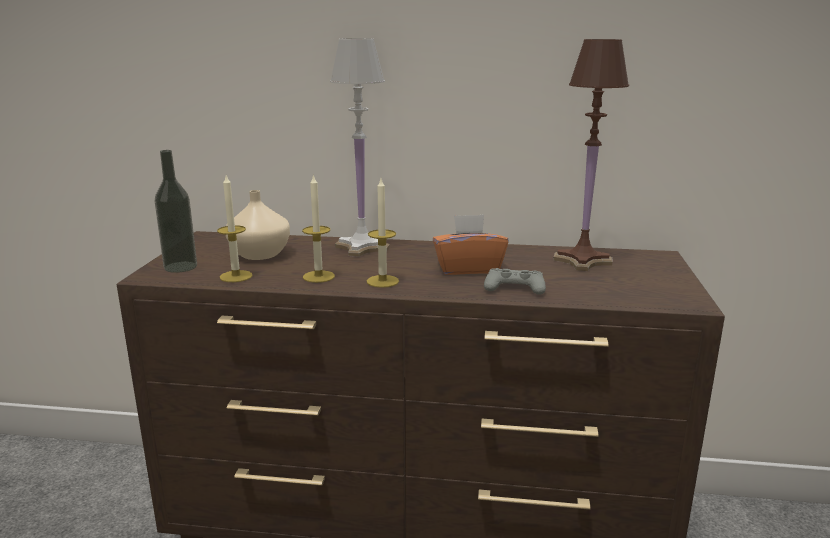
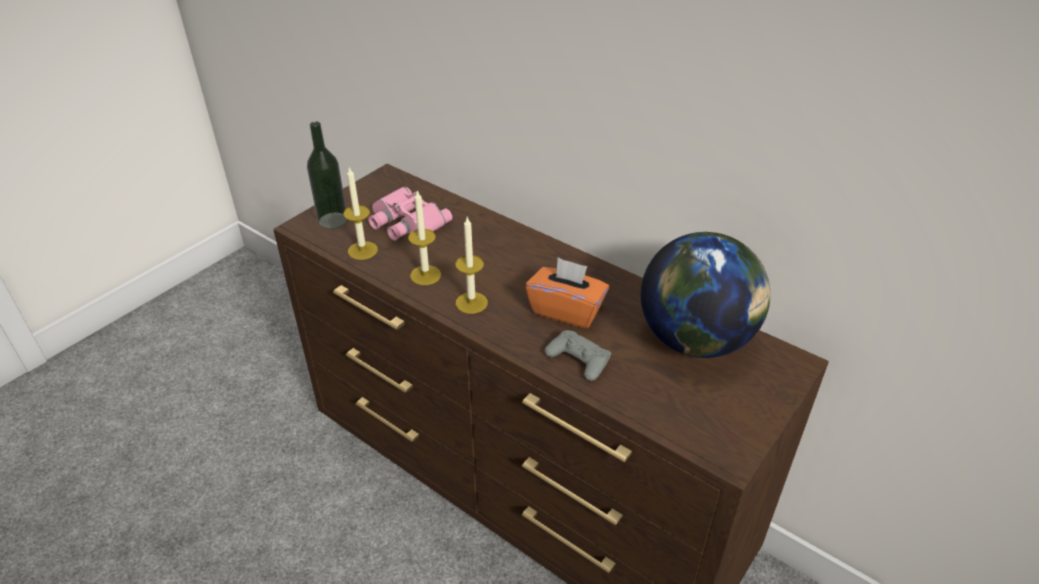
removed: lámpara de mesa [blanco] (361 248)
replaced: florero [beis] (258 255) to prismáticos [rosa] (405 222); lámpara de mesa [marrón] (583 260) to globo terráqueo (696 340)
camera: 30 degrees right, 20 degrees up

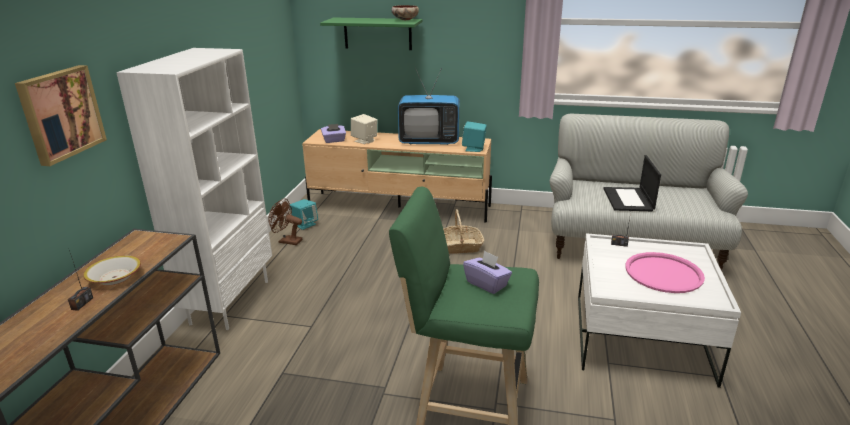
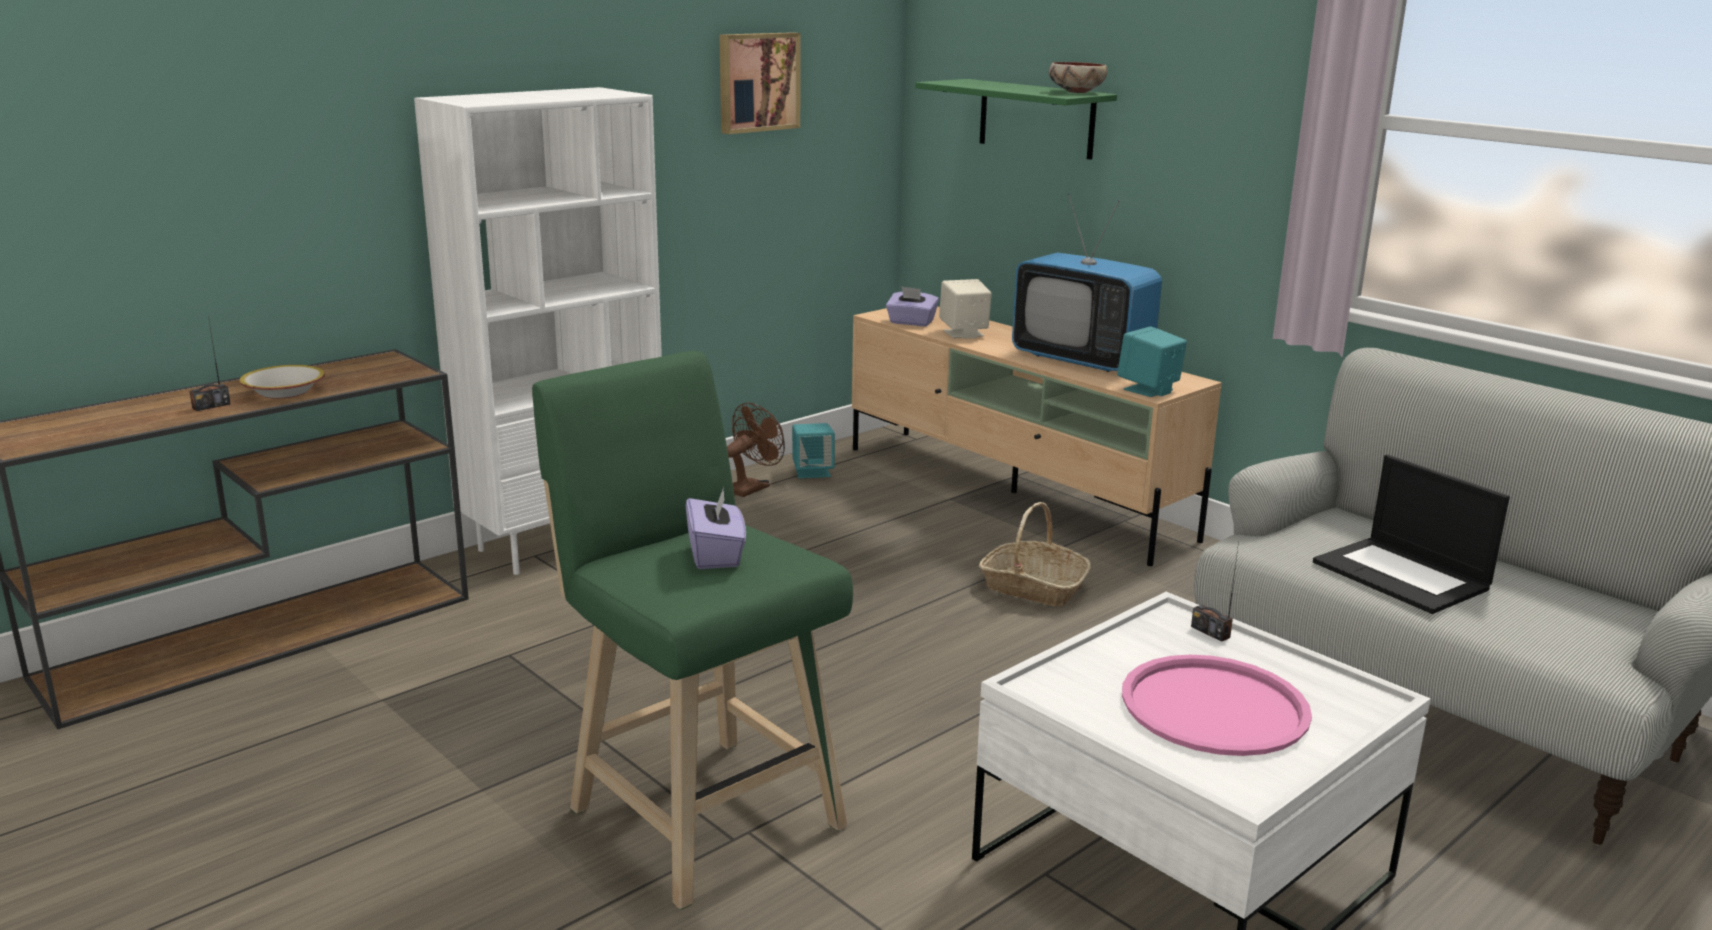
moved: cuadro (60 113) to (757 82)
turned: ventilador [marrón] (287 241) = (752 487) 75 degrees clockwise; portátil (629 200) = (1403 576) 75 degrees counterclockwise
camera: 35 degrees right, 5 degrees down

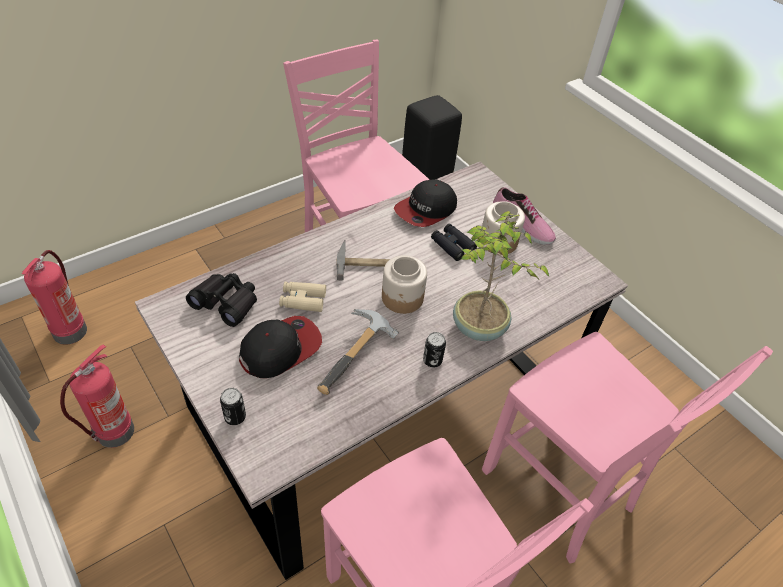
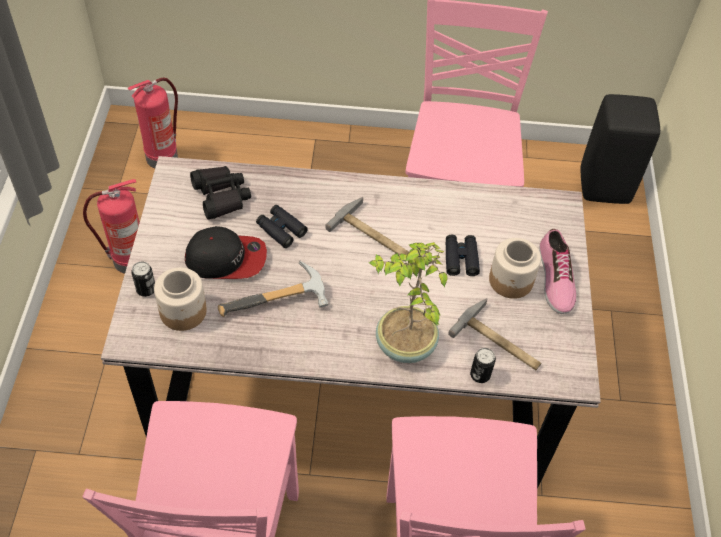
removed: gorra (426 210)
added: martillo (500 341)
moved: tarro (402 298) to (183 312); lata (432 360) to (480 375)
recoloured: prismáticos [beis] (303 300) to prismáticos [negro] (281 229)
camera: 40 degrees right, 5 degrees up

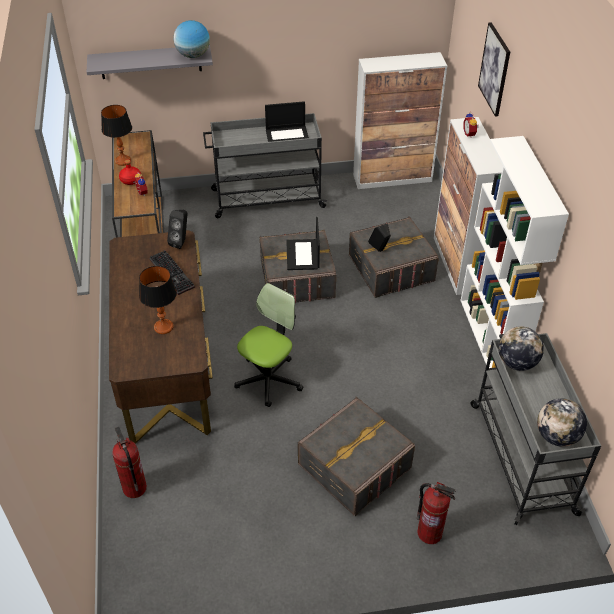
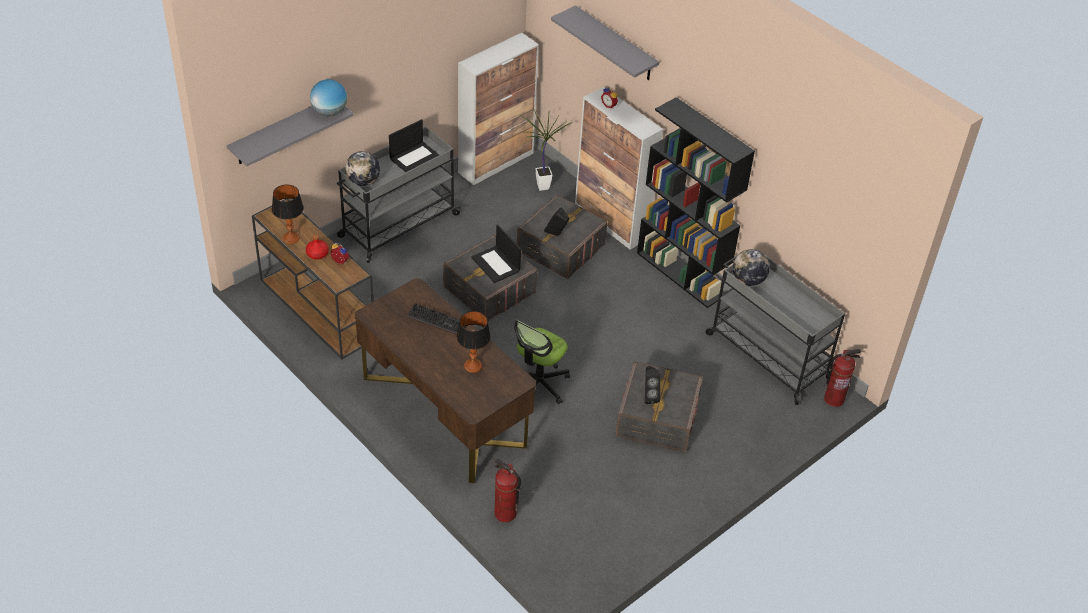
added: planta en maceta (542 189)
moved: altavoz [negro] (181 242) to (649 396); extintor (429 533) to (834 399); globo terráqueo (557 436) to (363 181)
replaced: cuadro (495 69) to estante [gris] (615 44)
recoloured: estantería [blanco] (491 337) to estantería [negro] (682 274)
turned: silla de oficina (268 380) = (538 384) 150 degrees counterclockwise
camera: 35 degrees left, 0 degrees up

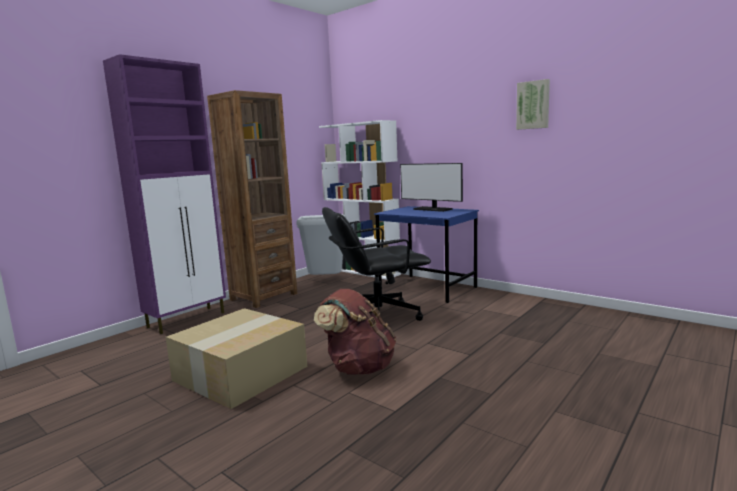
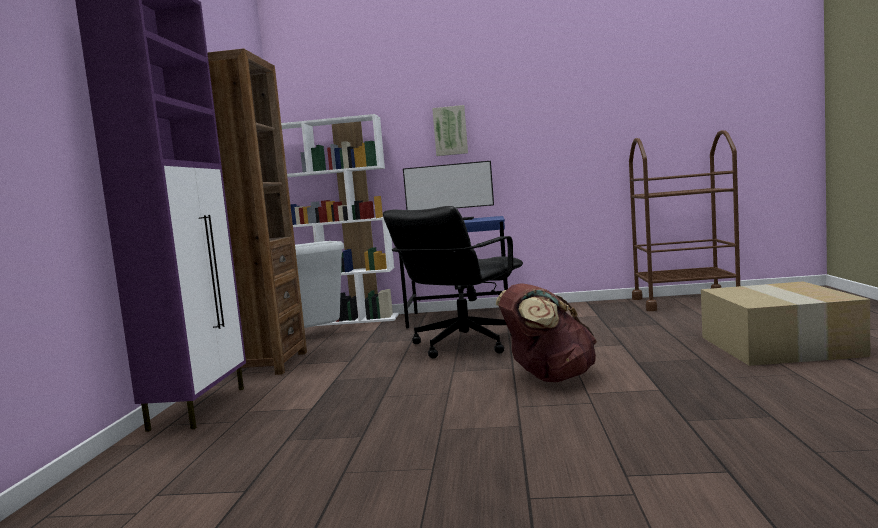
added: carrito [marrón] (685 302)
moved: caja de cartón (240 374) to (781 346); cuadro (533 105) to (450 131)
camera: 35 degrees left, 5 degrees down

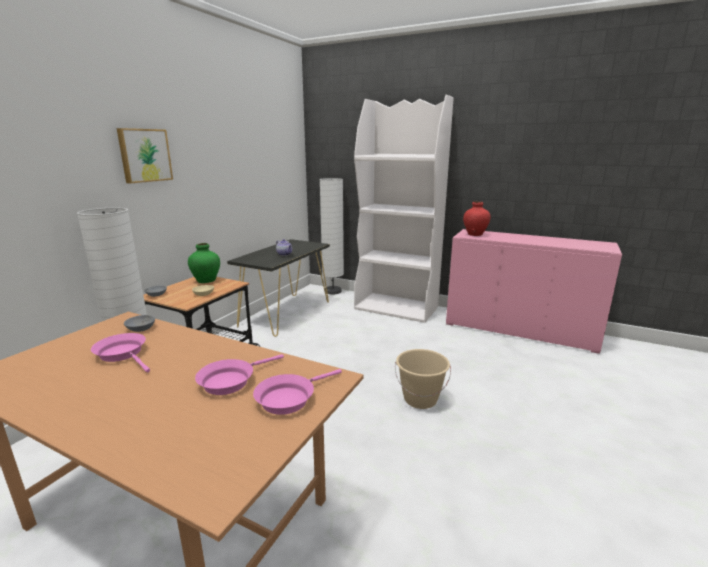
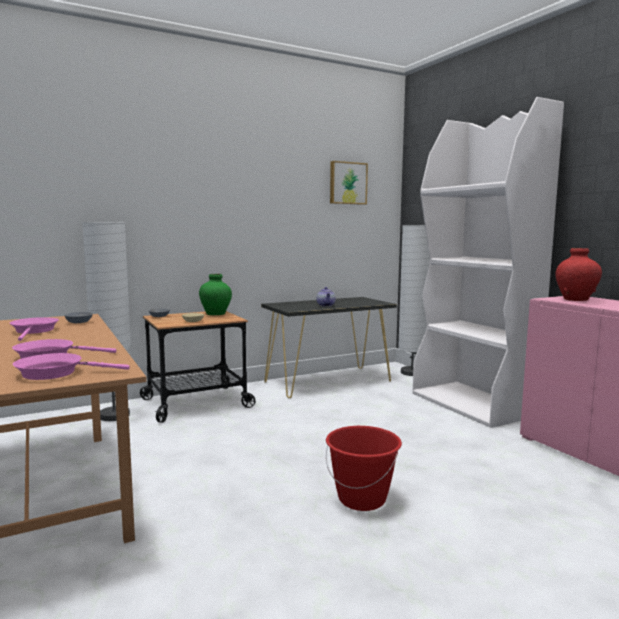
moved: cuadro (144 155) to (347 183)
recoloured: cubo [beis] (420 399) to cubo [rojo] (362 499)
camera: 35 degrees right, 10 degrees down

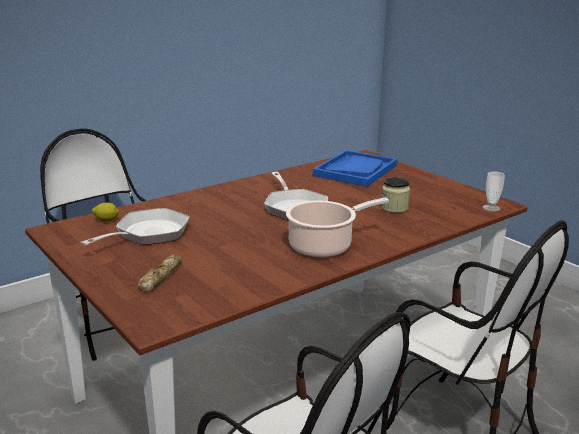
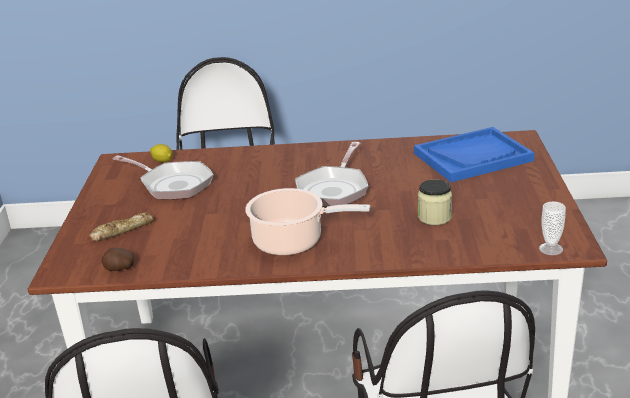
added: patata (119 269)
turned: sartén (148 234) = (172 184) 45 degrees clockwise
camera: 40 degrees right, 5 degrees up

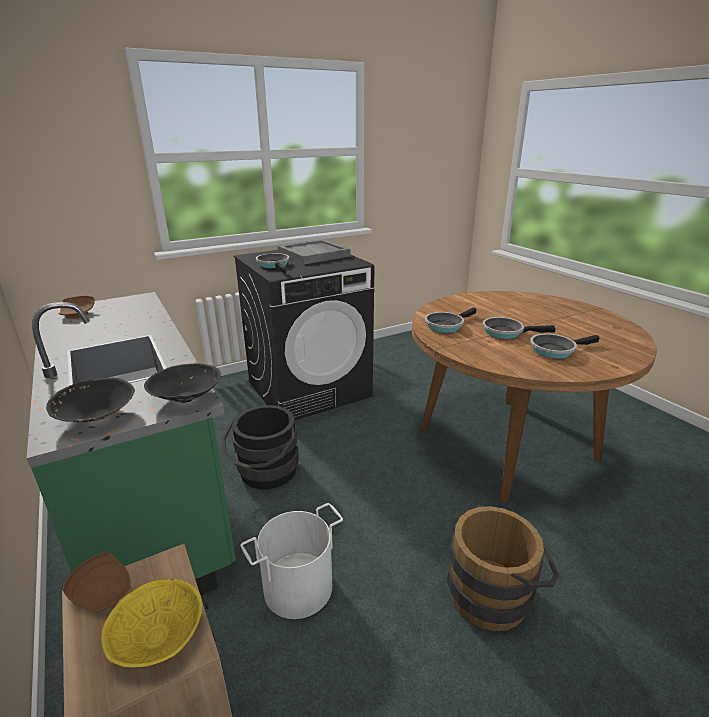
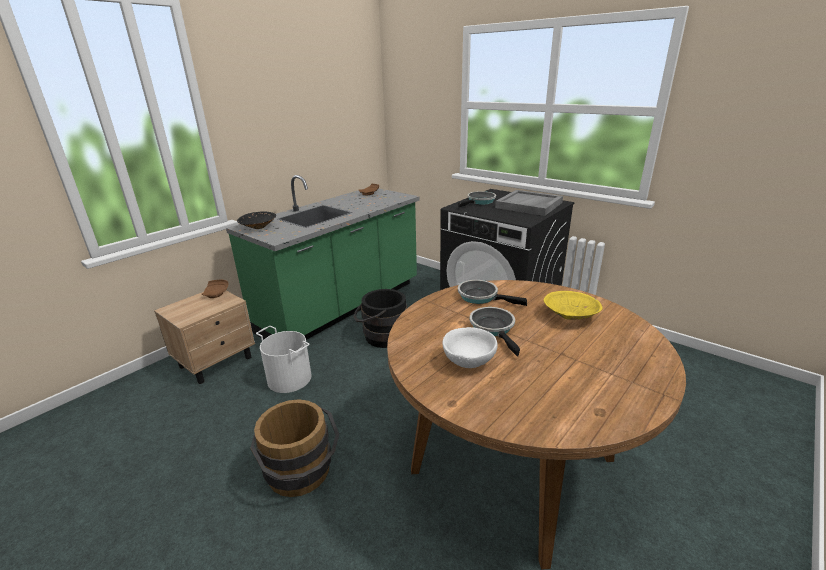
removed: cuenco [negro] (186 396)
moved: cuenco [amarillo] (158 635) to (570 316)
replaced: sartén (555 350) to cuenco [blanco] (468 360)
camera: 70 degrees right, 0 degrees up

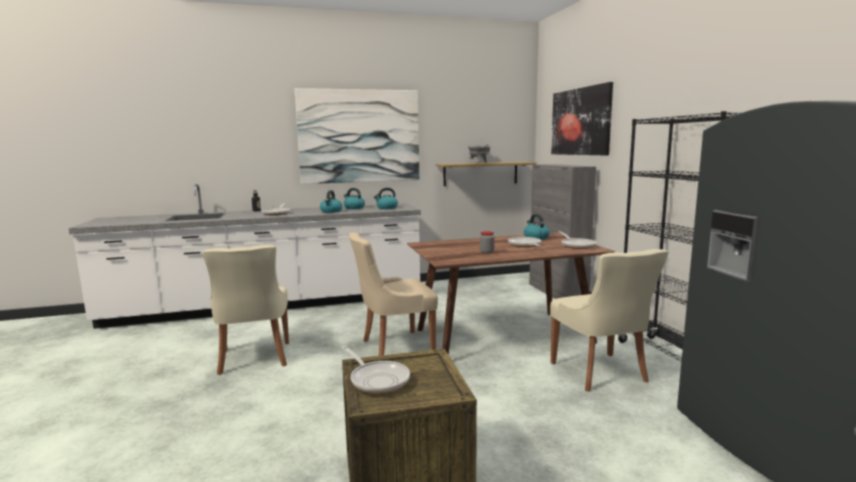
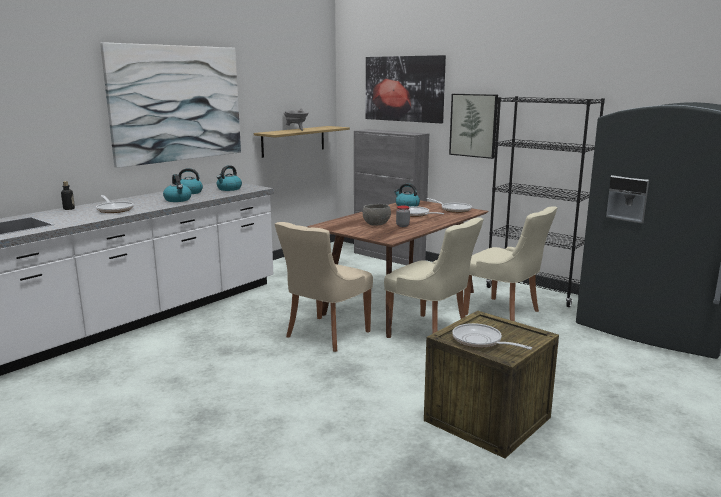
added: cuenco [gris] (376 225); cuadro (473 125)
moved: silla [beis] (254 359) to (430 332)
turned: sartén (377 379) = (480 341) 150 degrees counterclockwise
camera: 35 degrees left, 5 degrees up

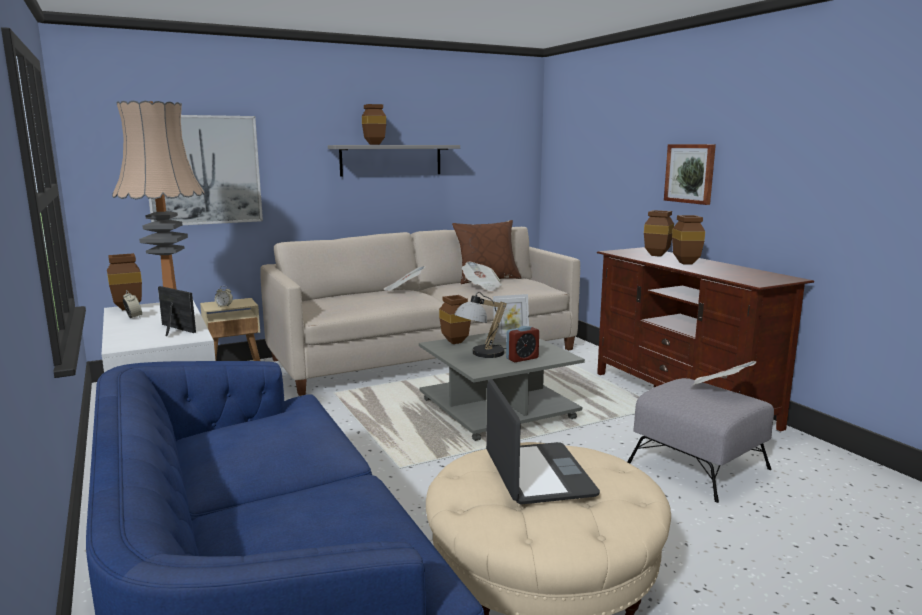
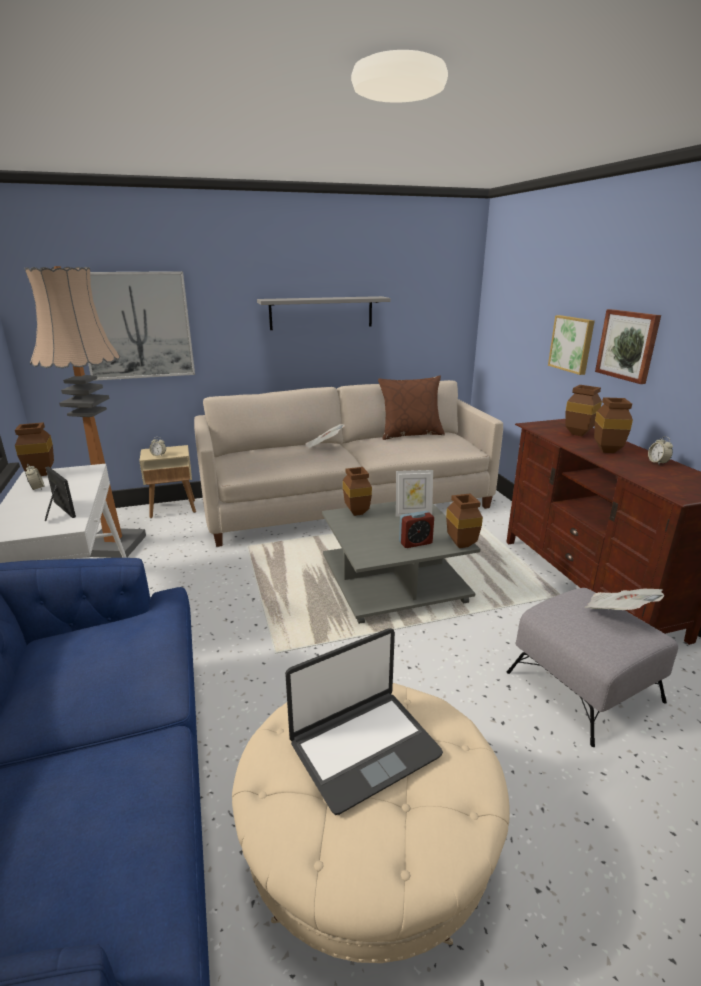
removed: lámpara de mesa (481 354); periódico (482 287)
added: cuadro (572 344); despertador (657 462)
moved: florero [marrón] (375 144) to (463 545)
turned: portátil (537 474) = (363 748) 60 degrees clockwise
camera: 10 degrees right, 10 degrees up

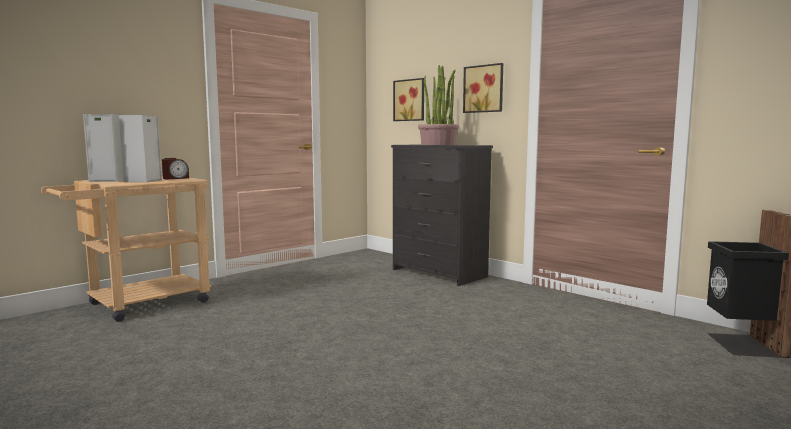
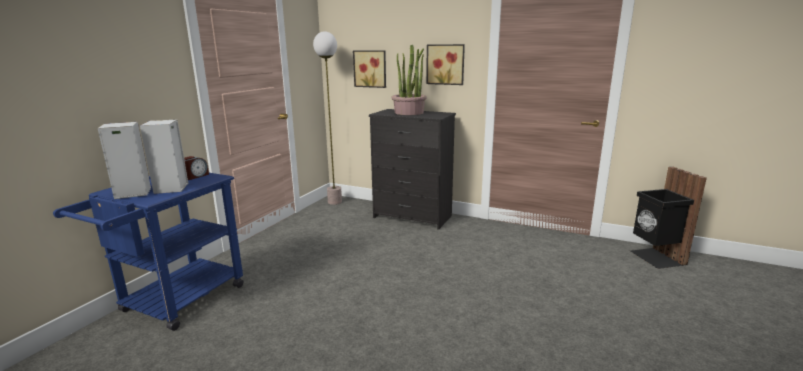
added: lámpara de pie (335 202)
recoloured: carrito [beis] (138 305) to carrito [azul] (176 303)
camera: 20 degrees left, 10 degrees up

